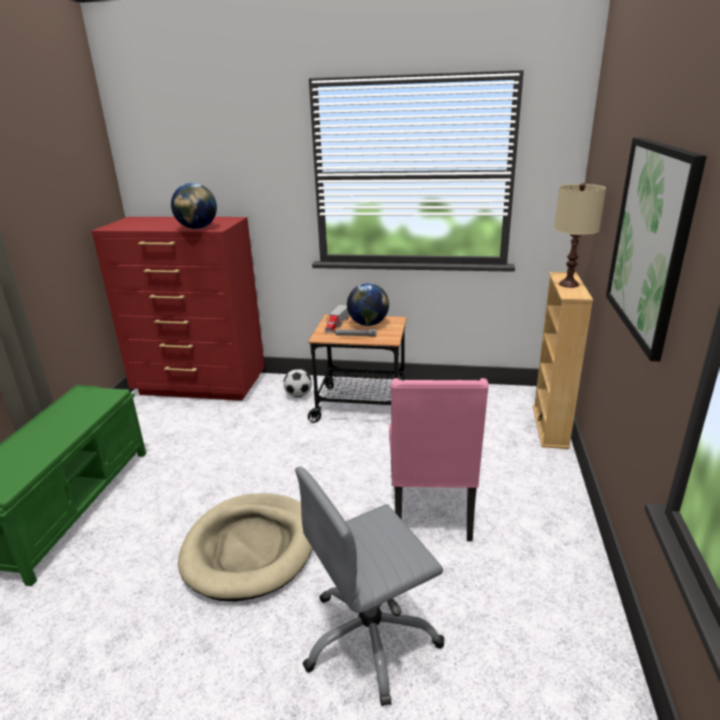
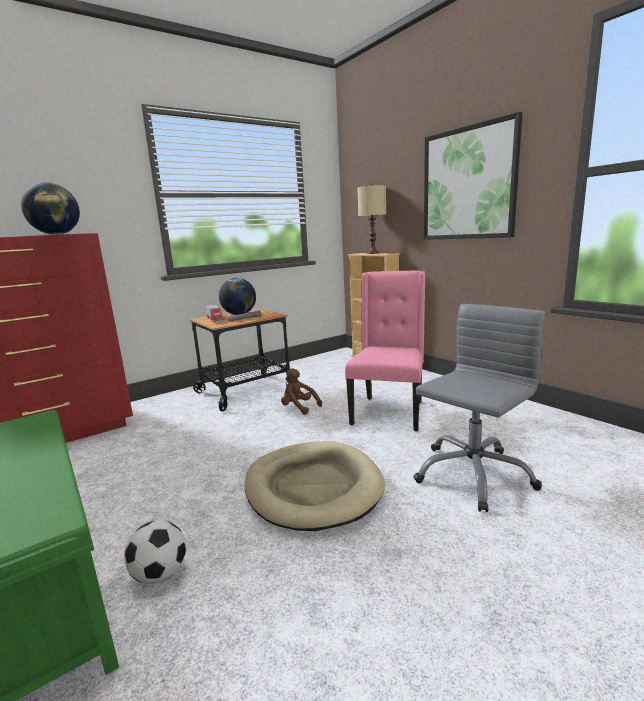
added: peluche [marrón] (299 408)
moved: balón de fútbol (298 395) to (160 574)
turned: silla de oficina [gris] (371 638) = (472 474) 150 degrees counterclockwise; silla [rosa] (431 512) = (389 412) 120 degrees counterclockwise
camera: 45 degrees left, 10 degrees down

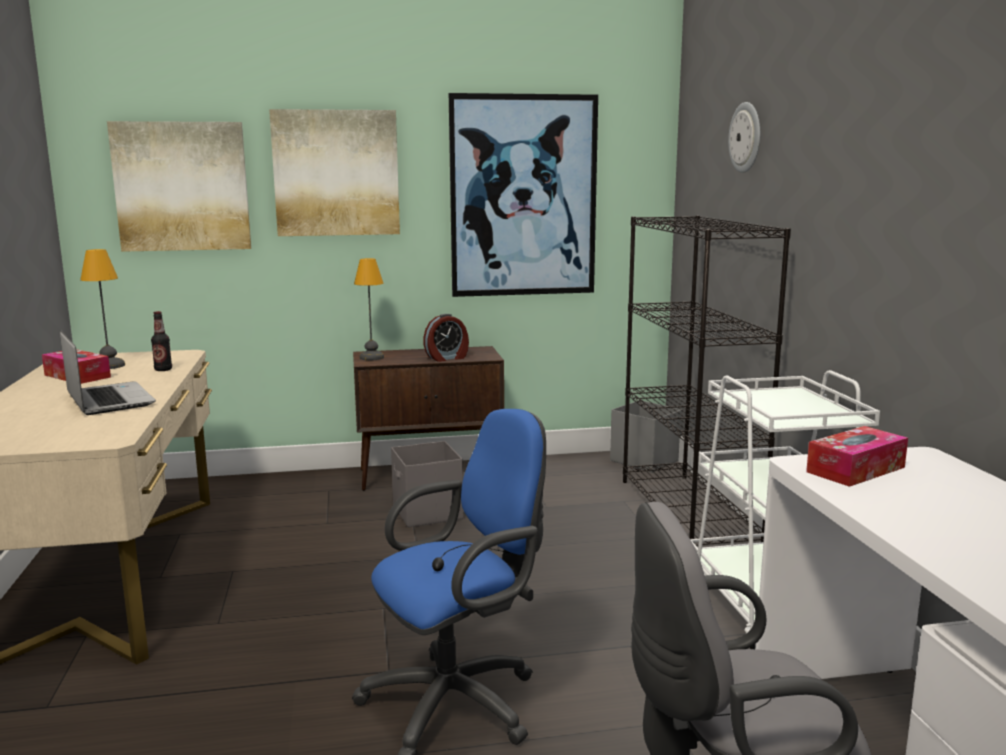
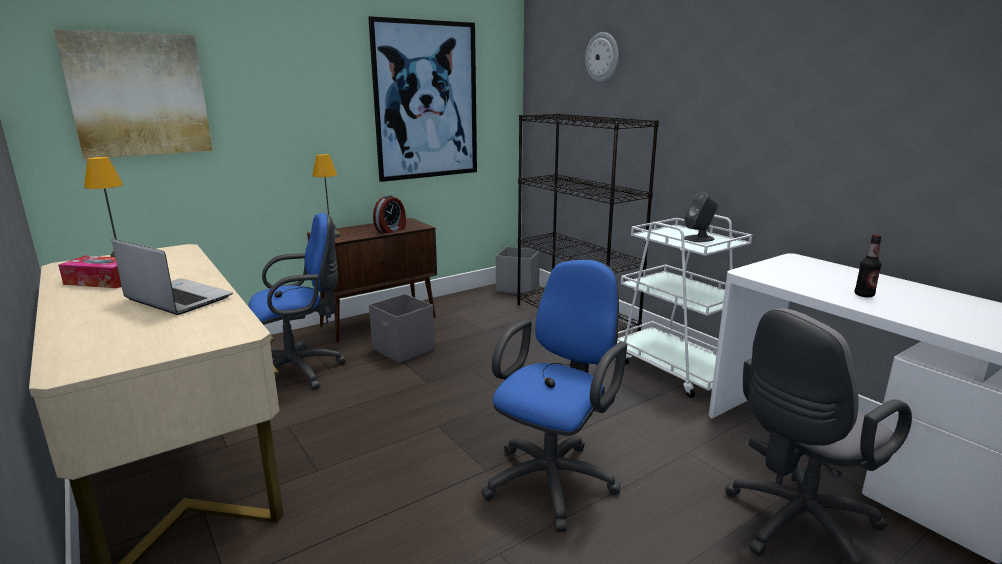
removed: cuadro (336 173); caja de pañuelos (855 469)
added: silla de oficina [azul] (300 371); altavoz [gris] (699 239)
moved: botella (163 370) to (864 295)
camera: 25 degrees left, 5 degrees up

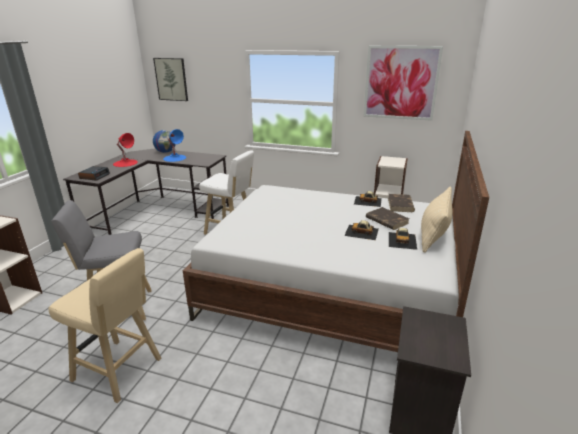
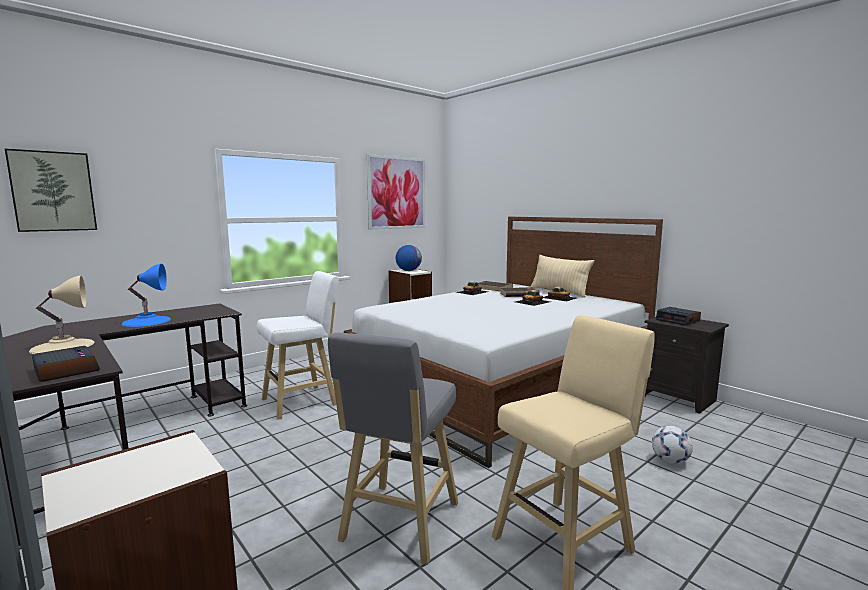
added: balón de fútbol (670 461); despertador (678 320)
moved: globo terráqueo (166 152) to (408 271)
recoloured: lámpara de mesa [rojo] (125 163) to lámpara de mesa [beis] (63 346)
camera: 60 degrees left, 15 degrees down

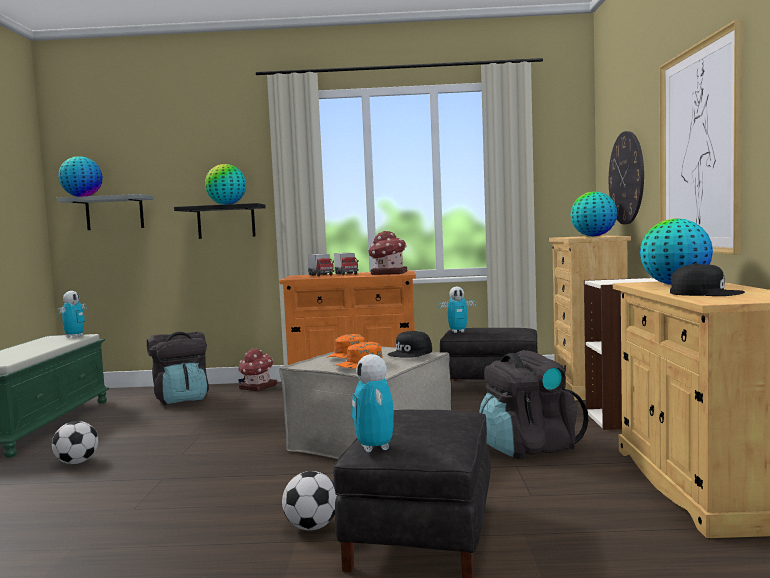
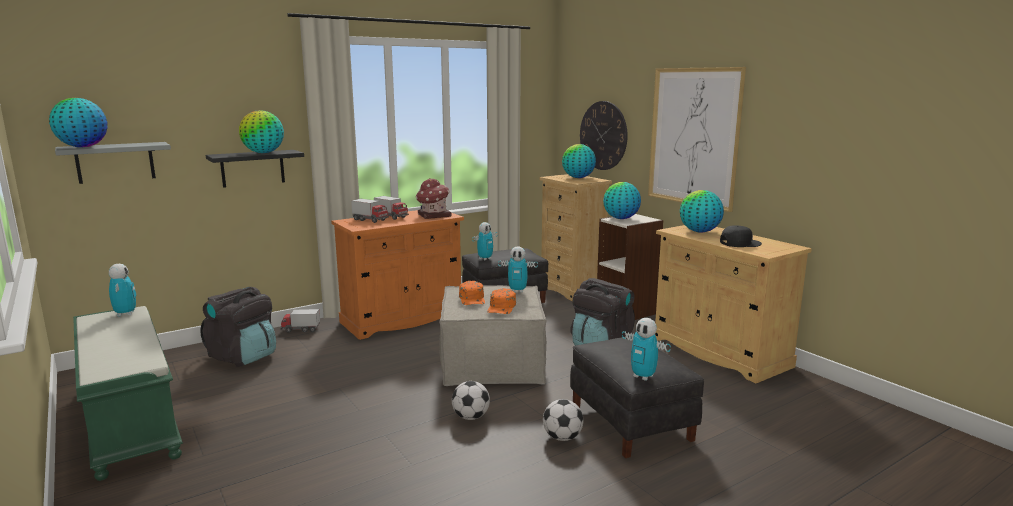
added: globo terráqueo (620 218)
moved: balón de fútbol (77 462) to (471 417)
replaced: casita (257 387) to camión de juguete (301 329); gorra [negro] (410 353) to robot de juguete (517 291)
camera: 35 degrees left, 10 degrees up

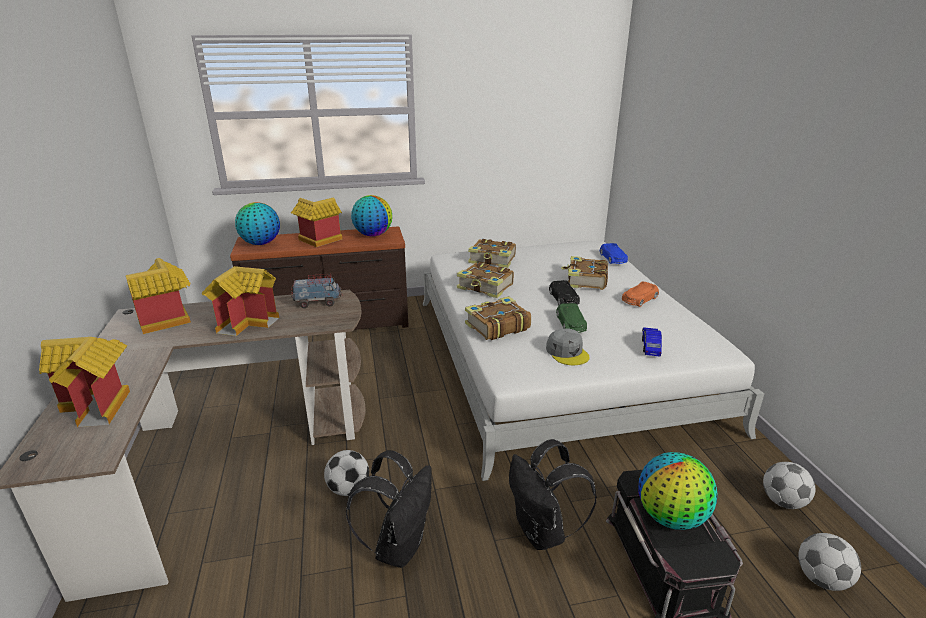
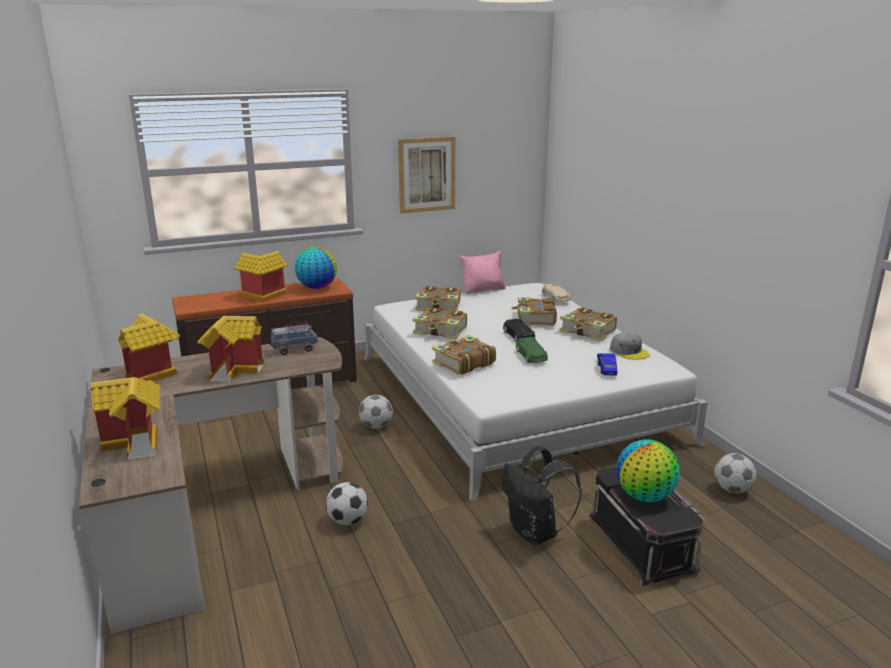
removed: globo terráqueo (260 243); mochila [negro] (399 546)
added: cuadro (426 174); cojín [rosa] (483 290)
moved: gorra [gris] (567 352) to (629 351); balón de fútbol (821 579) to (376 426)
replaced: coche de juguete [naranja] (639 299) to libro (588 332)
recoloured: coche de juguete [azul] (613 258) to coche de juguete [beis] (556 298)
camera: 10 degrees left, 5 degrees down

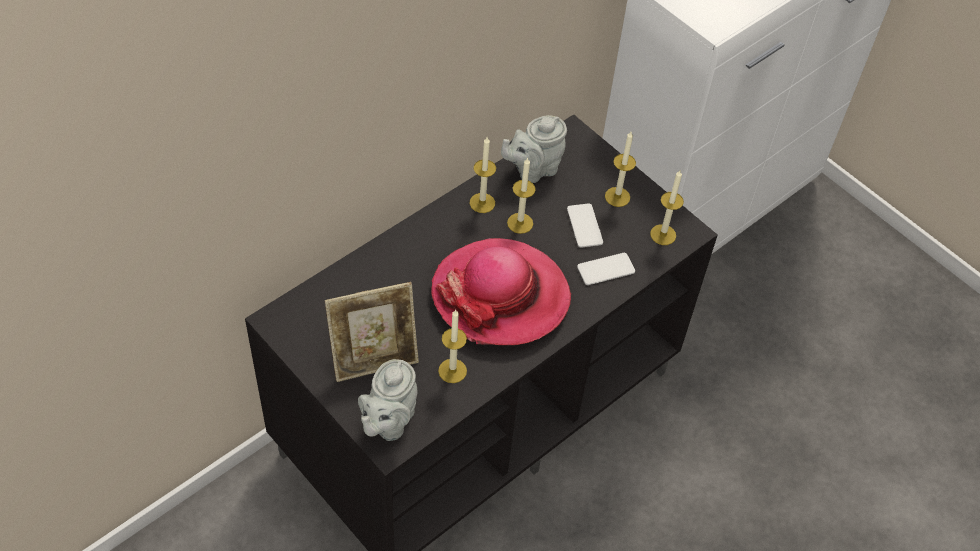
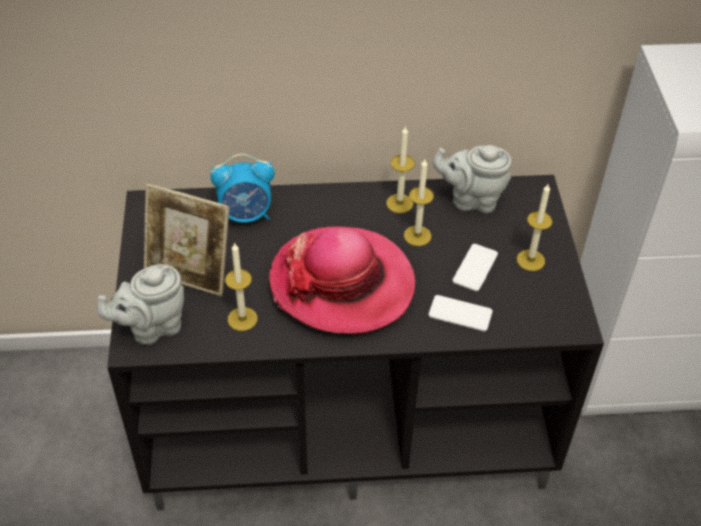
removed: vela (663 234)
added: despertador (246 215)
camera: 40 degrees right, 5 degrees down

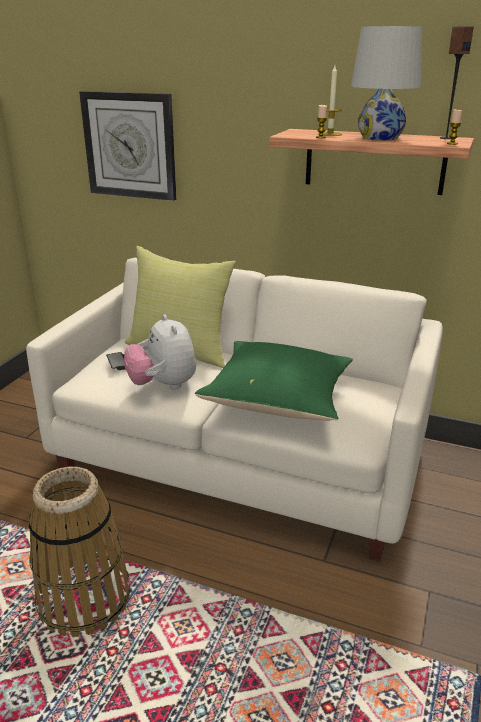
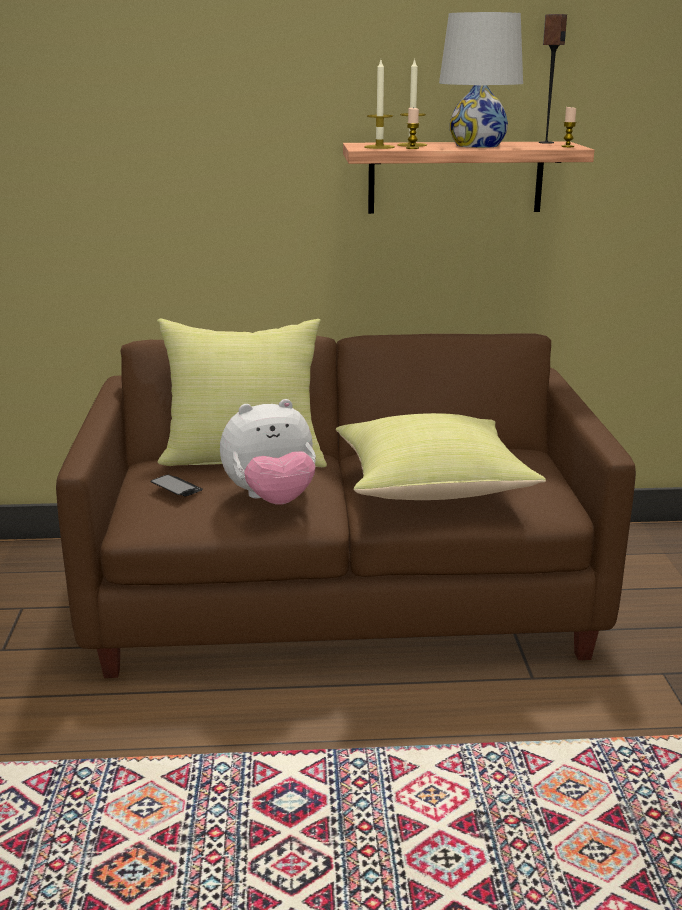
removed: cesta (85 599); reloj de pared (130 145)
added: vela (379 147)
recoloured: sofá [blanco] (242 457) to sofá [marrón] (343 596); cojín [verde] (279 400) to cojín [amarillo] (432 487)
turned: peluche (163 385) = (271 499) 60 degrees counterclockwise
camera: 25 degrees left, 5 degrees down

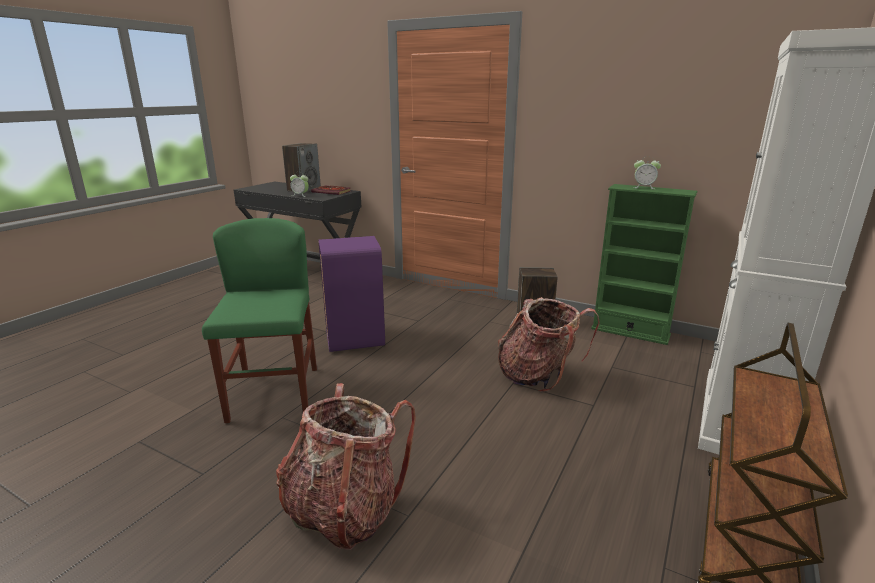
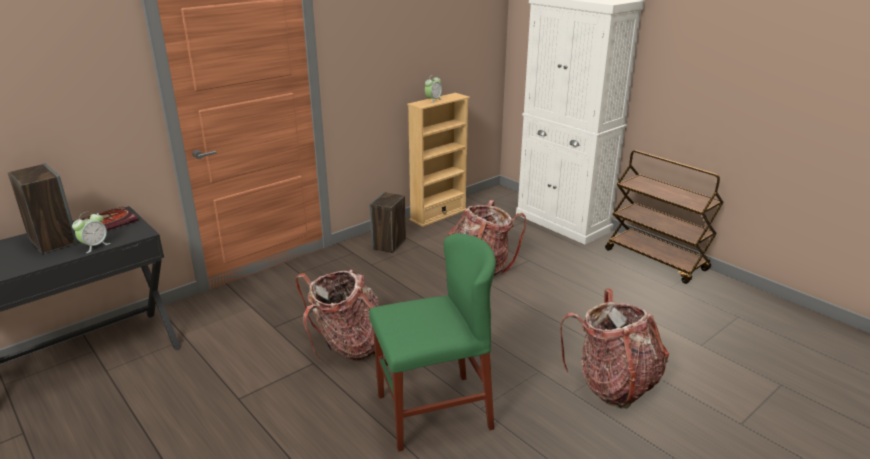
replaced: papelera [morado] (354 339) to mochila (347 346)
recoloured: estantería [verde] (630 332) to estantería [beis] (438 215)
turned: silla [verde] (274 394) = (433 411) 150 degrees clockwise
camera: 70 degrees left, 5 degrees up

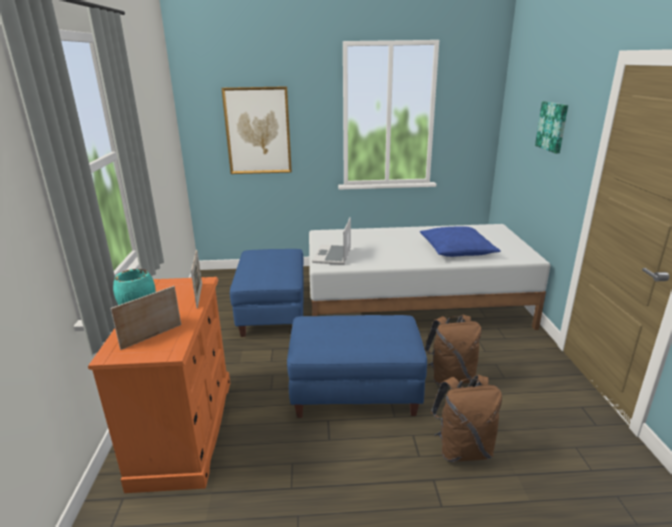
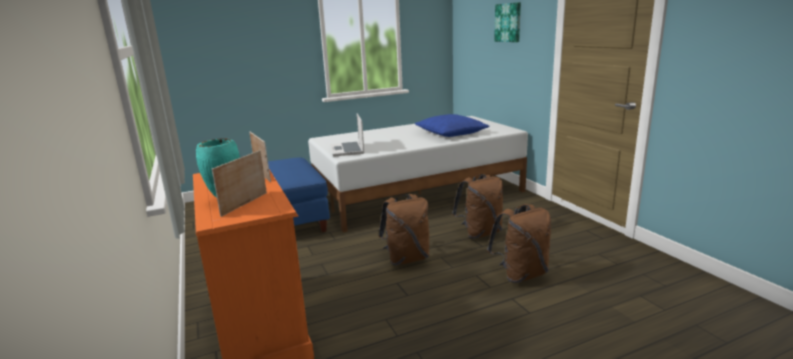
removed: cuadro (258 131)
replaced: puf [azul] (355 391) to mochila [marrón] (407 258)
camera: 20 degrees left, 5 degrees down

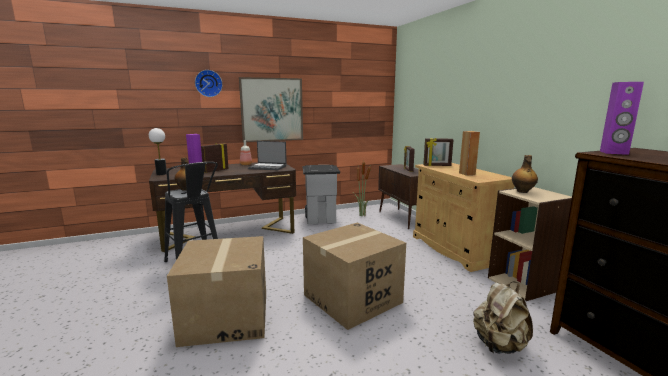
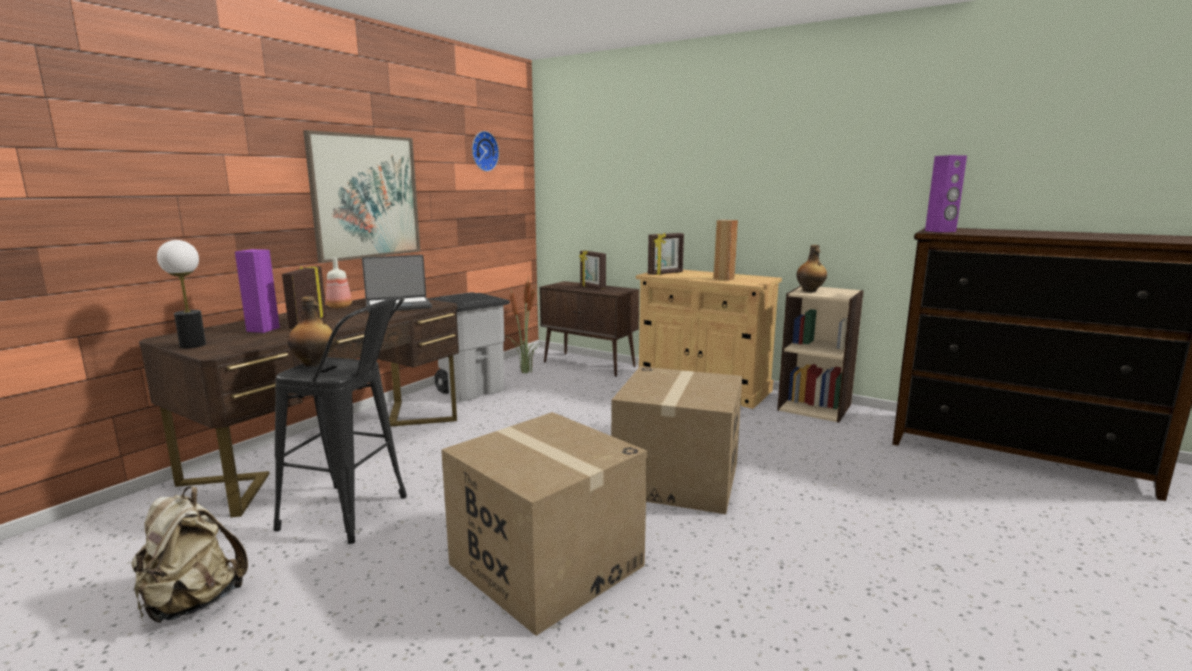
moved: reloj de pared (208 83) to (483 151); mochila [beis] (499 345) to (192 603)
camera: 35 degrees left, 0 degrees up

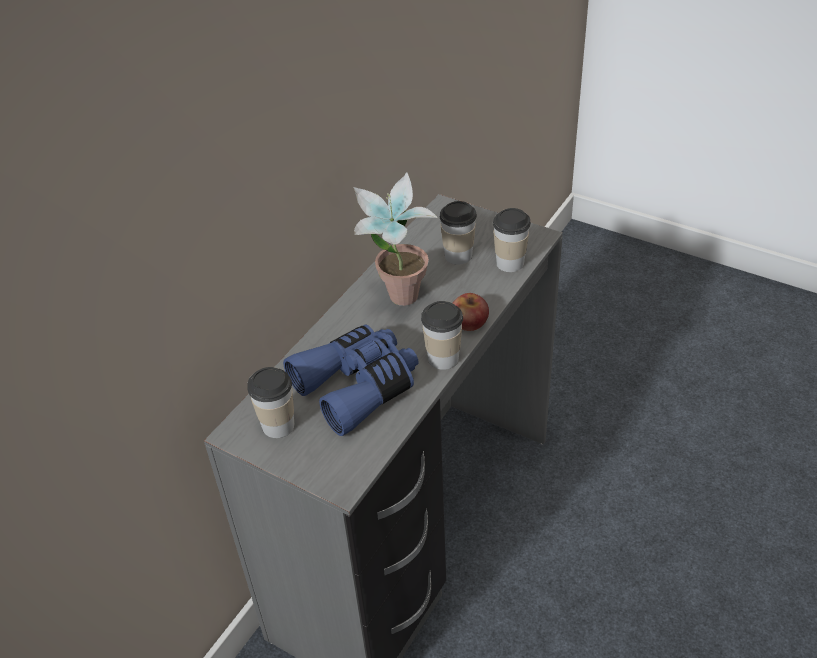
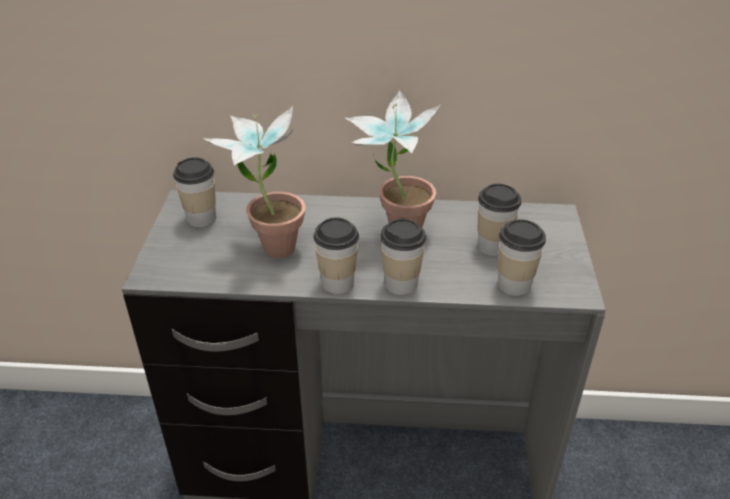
replaced: prismáticos [azul] (358 386) to planta en maceta (270 244); manzana (469 322) to taza (401 284)
camera: 60 degrees right, 5 degrees down

